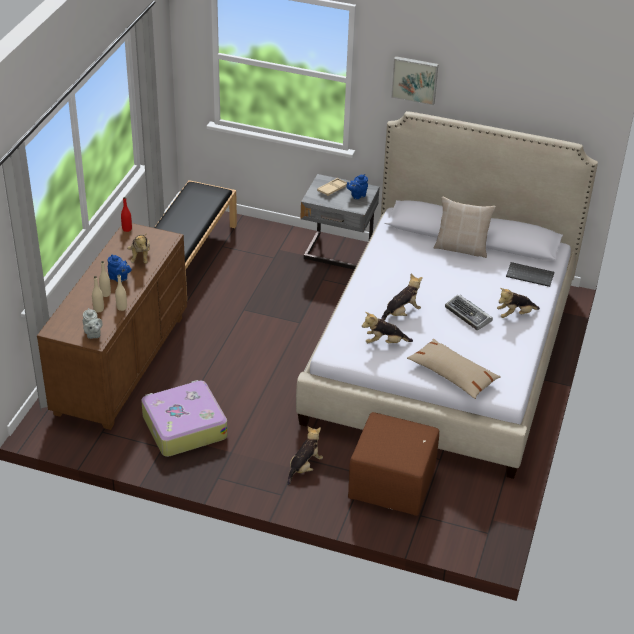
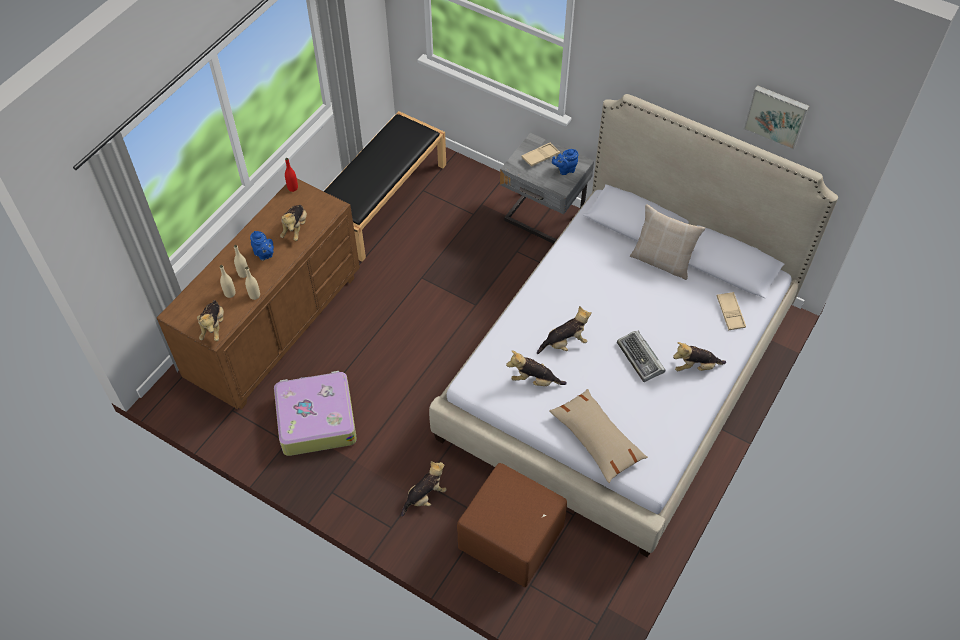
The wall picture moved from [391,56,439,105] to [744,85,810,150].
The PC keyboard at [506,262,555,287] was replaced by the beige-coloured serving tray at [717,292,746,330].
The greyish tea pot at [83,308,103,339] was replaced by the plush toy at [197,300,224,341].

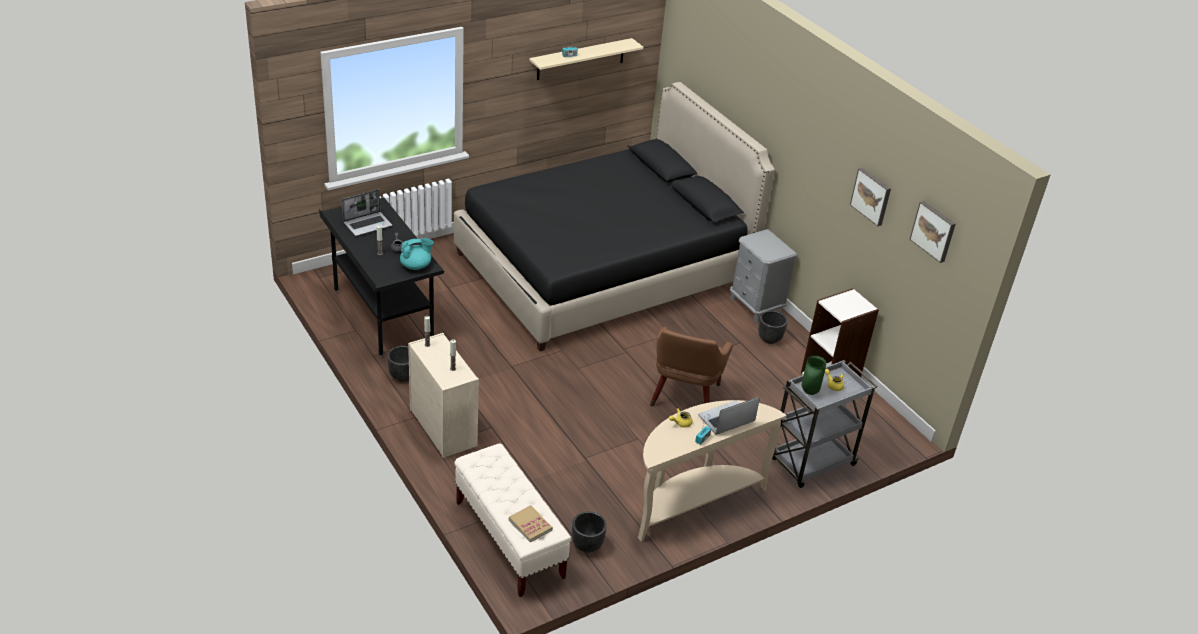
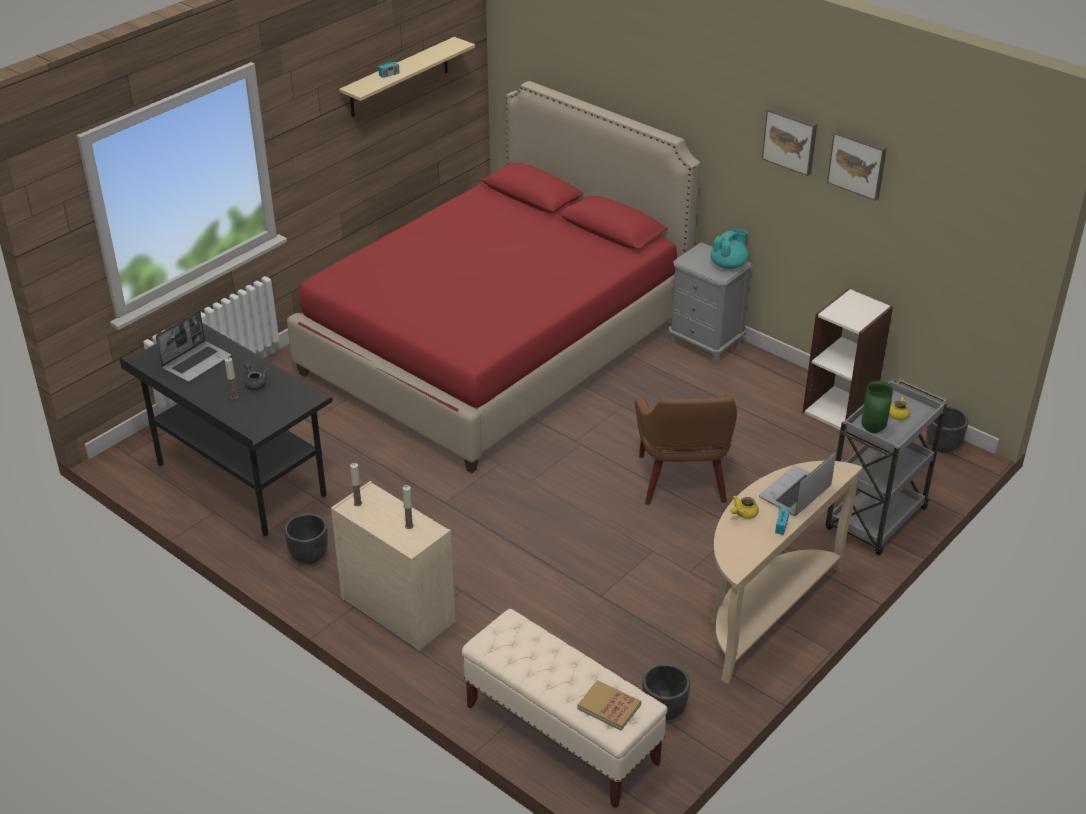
The blackish bed at [454,82,775,351] became the red bed at [287,81,701,473].
The wall picture moved from [909,201,956,263] to [762,108,817,176].
The turquoise-coloured tea pot moved from [400,238,434,270] to [710,229,749,269].
The blackish flower pot moved from [758,310,788,344] to [927,407,968,453].

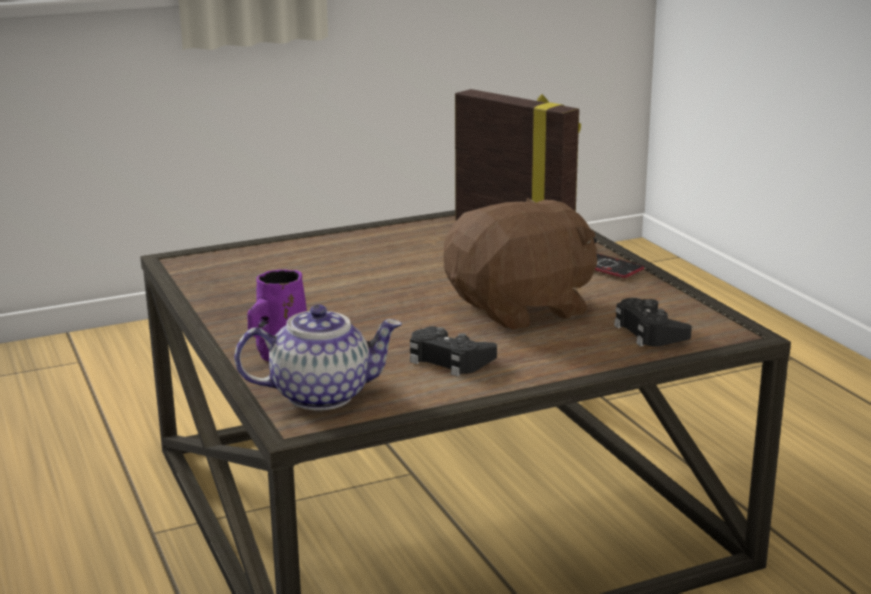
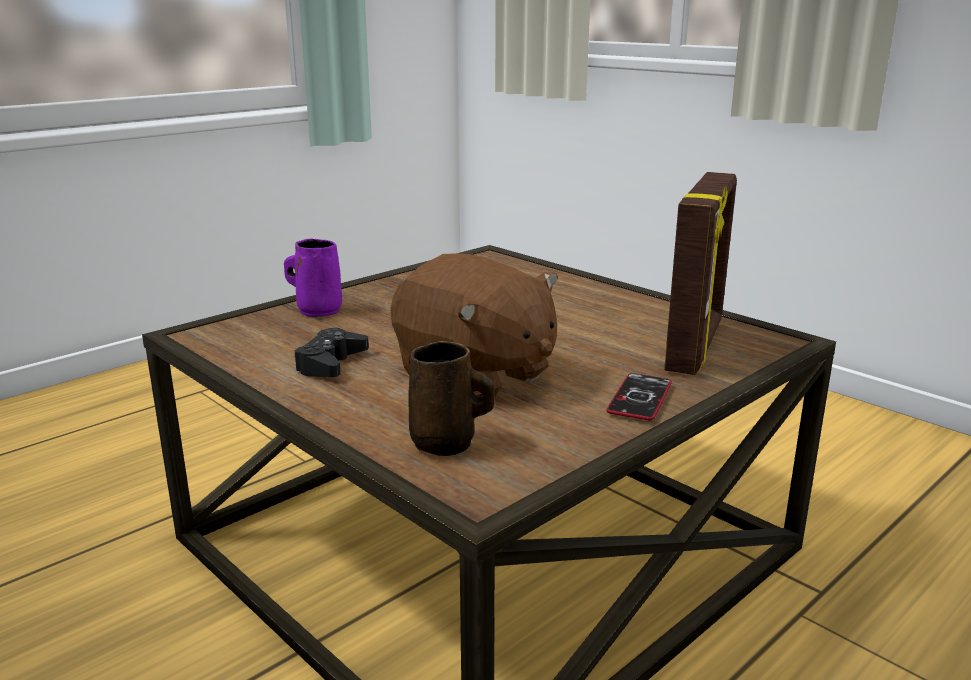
The blackish game controller at [614,298,692,347] was replaced by the brown-coloured coffee mug at [408,341,495,456].
The tea pot at [234,304,402,411] disappeared.

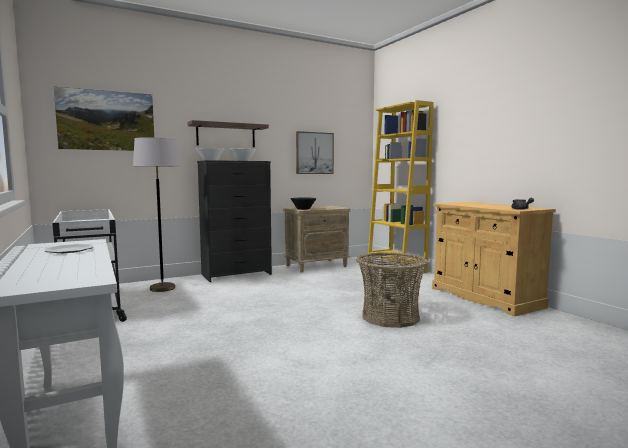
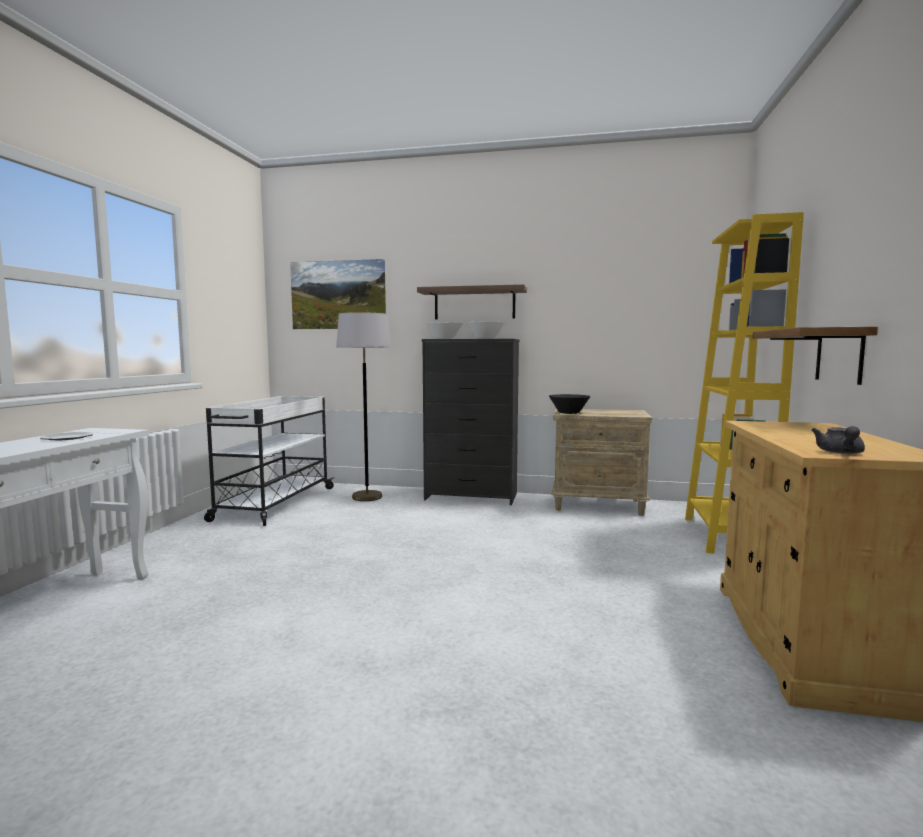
The wall picture at [296,131,334,174] disappeared.
The household basket at [356,252,428,328] disappeared.
The bracket shelf at [753,327,878,385] appeared.

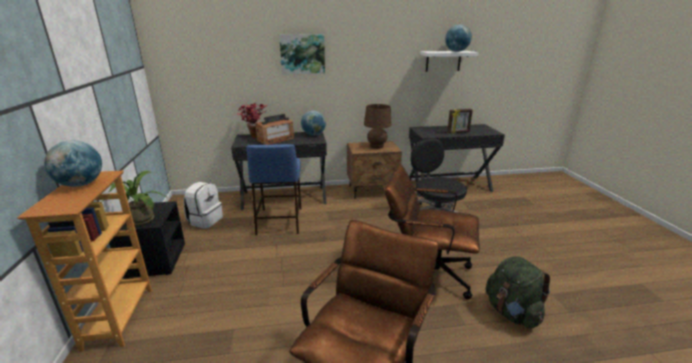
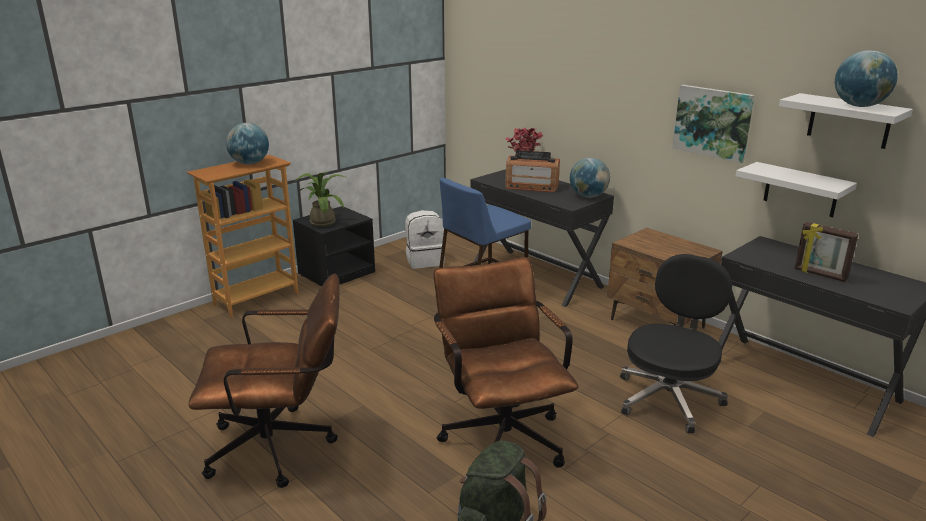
The wall picture moved from [279,34,325,74] to [673,85,754,163].
The brown-coloured tabletop lamp at [364,104,392,149] disappeared.
The whitish bracket shelf at [736,162,857,217] appeared.

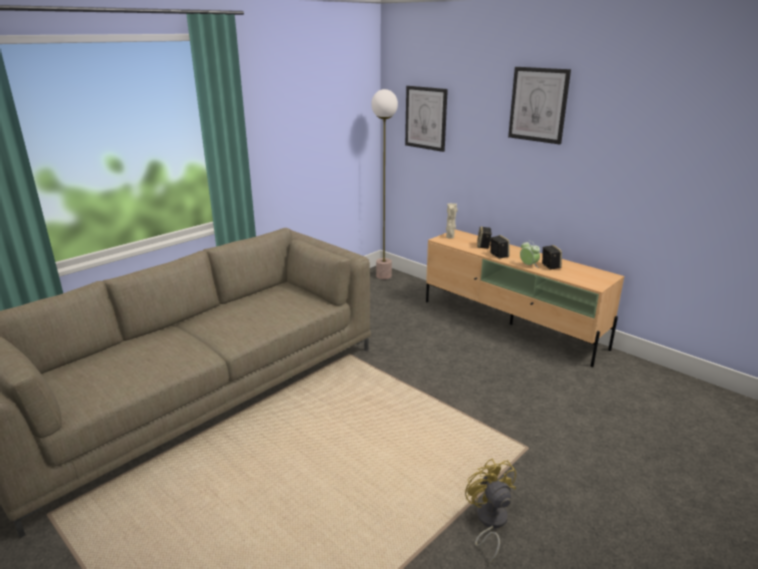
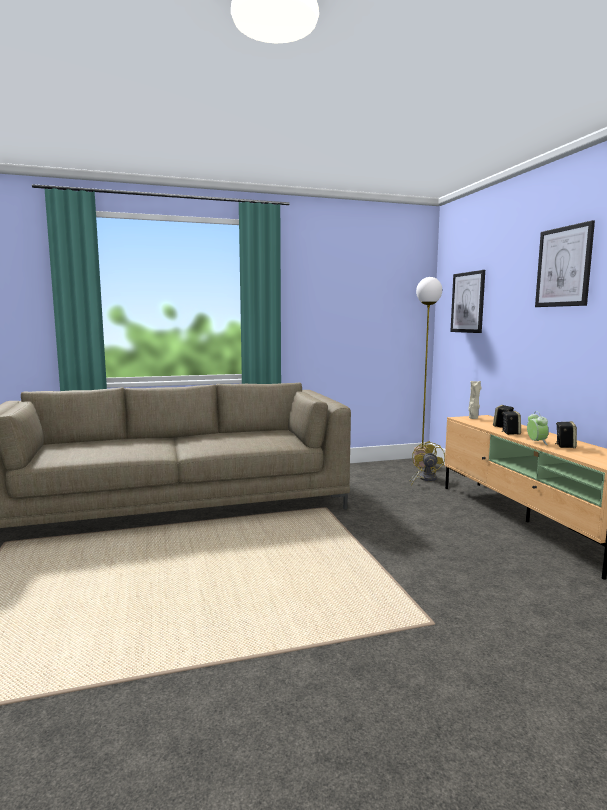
The yellowish cooling fan moved from [465,458,516,564] to [410,441,445,486].

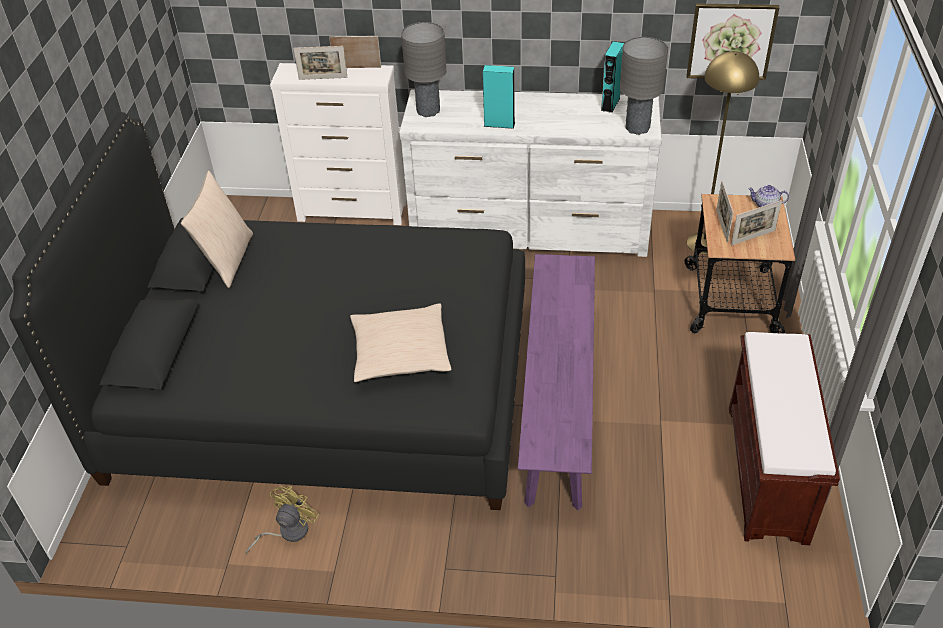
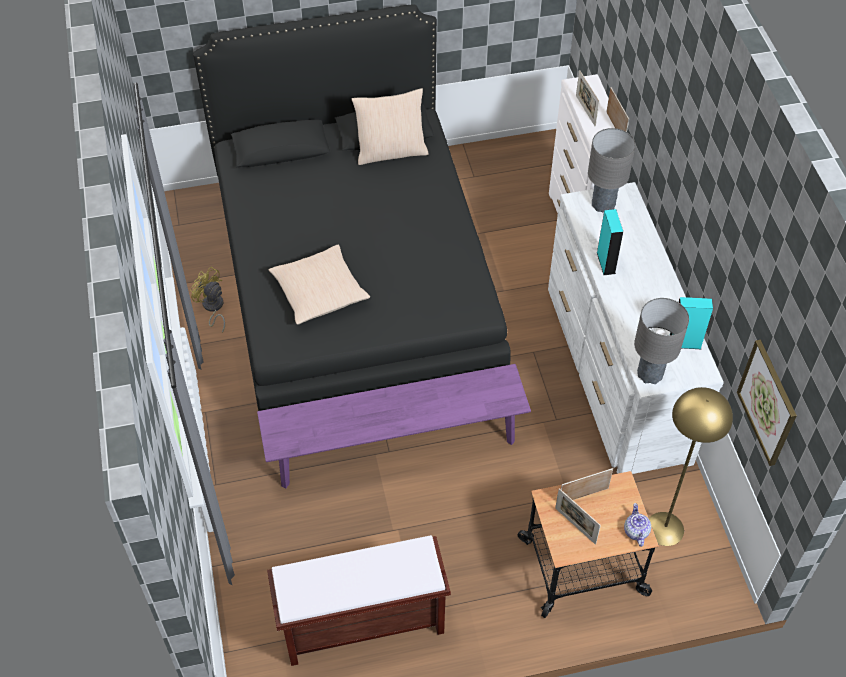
The yellowish cooling fan at [245,486,319,554] turned 150 degrees counterclockwise.

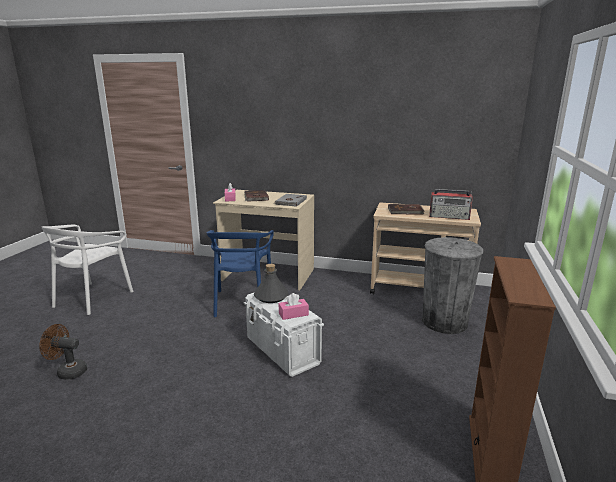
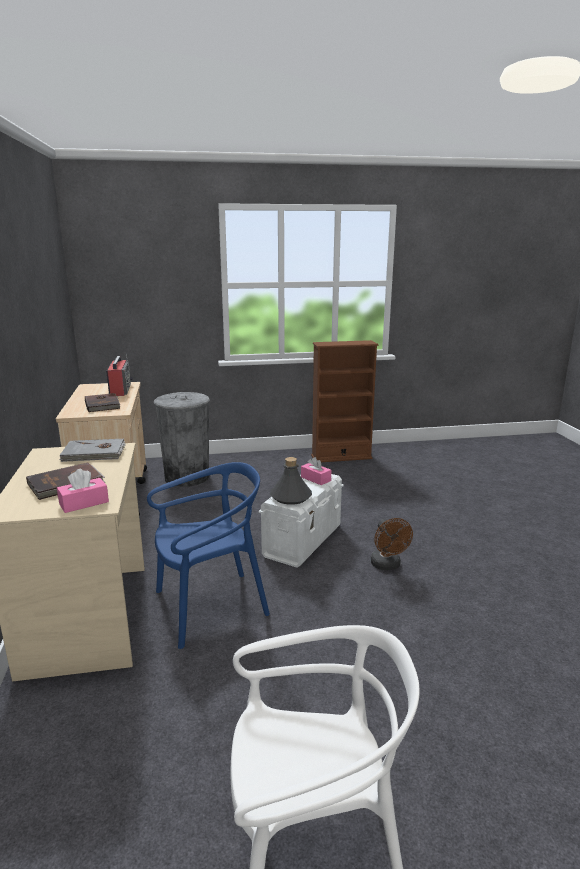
The brown-coloured cooling fan moved from [39,324,87,380] to [371,518,413,571].

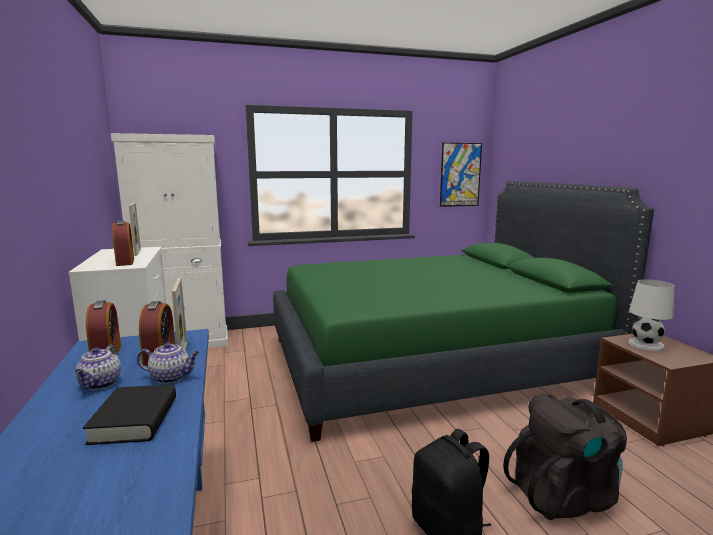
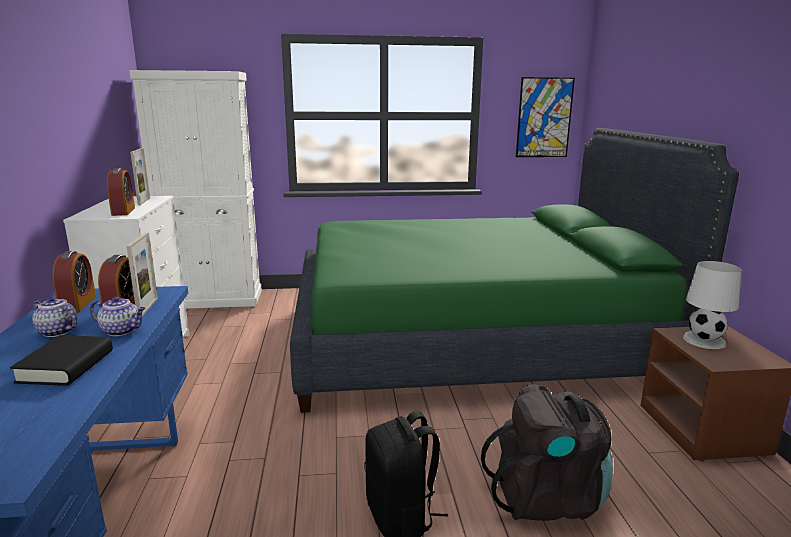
The tea pot at [75,345,121,390] turned 105 degrees clockwise.

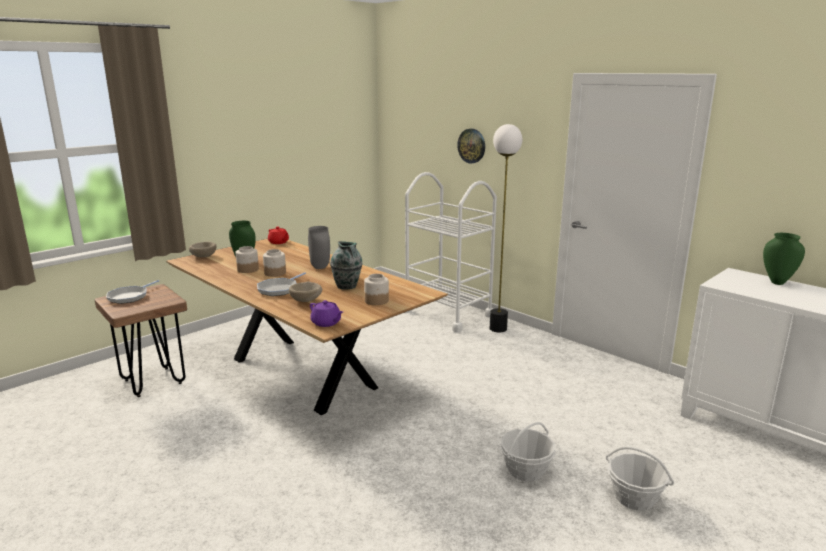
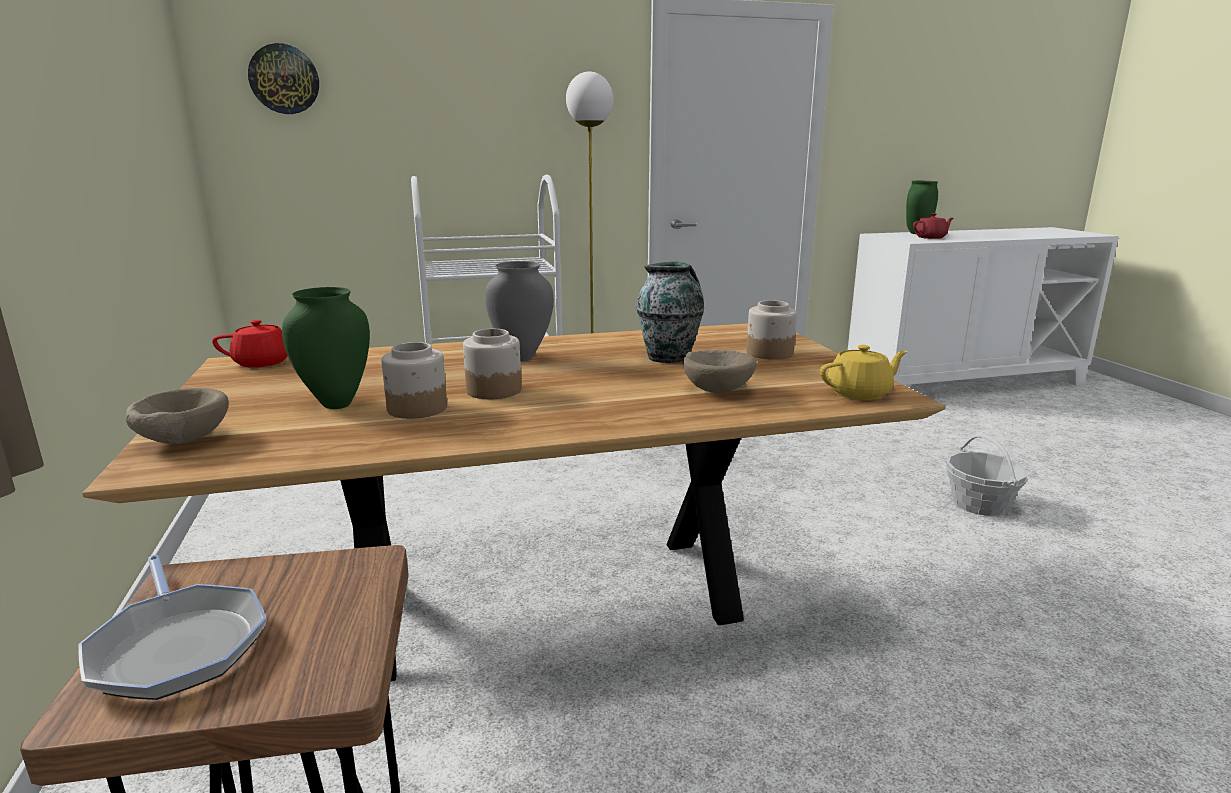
The clock on the wall moved from [457,129,485,163] to [248,43,319,114].
The frying pan at [257,272,306,296] disappeared.
The purple-coloured tea pot at [310,300,343,327] became the yellowish tea pot at [820,345,908,400].
The household basket at [606,446,674,511] disappeared.
The red tea pot at [913,213,953,239] appeared.

